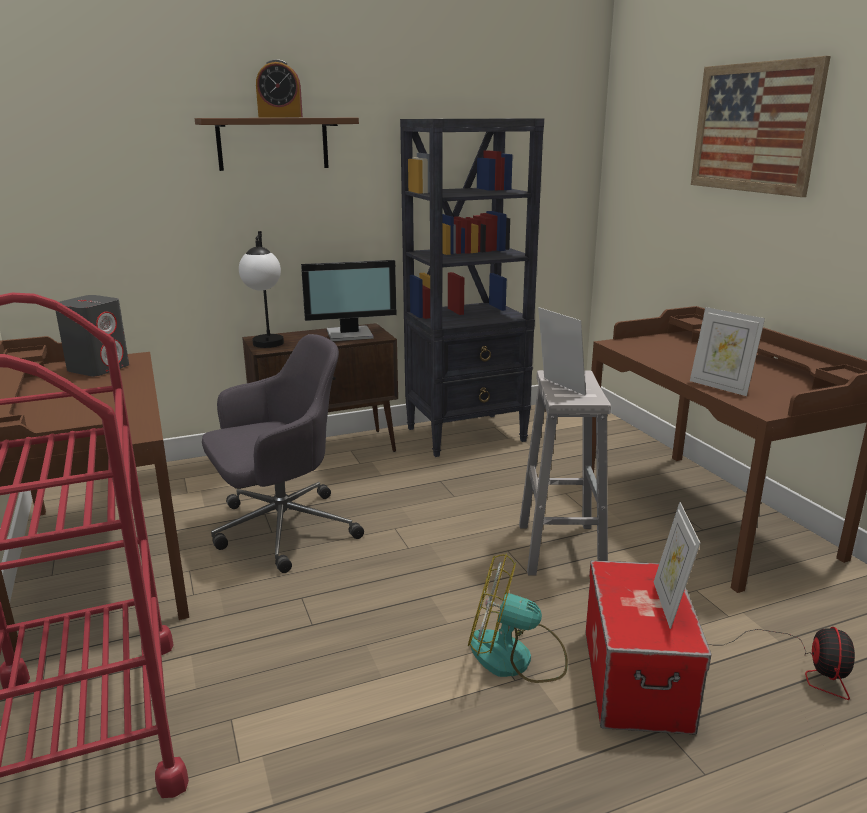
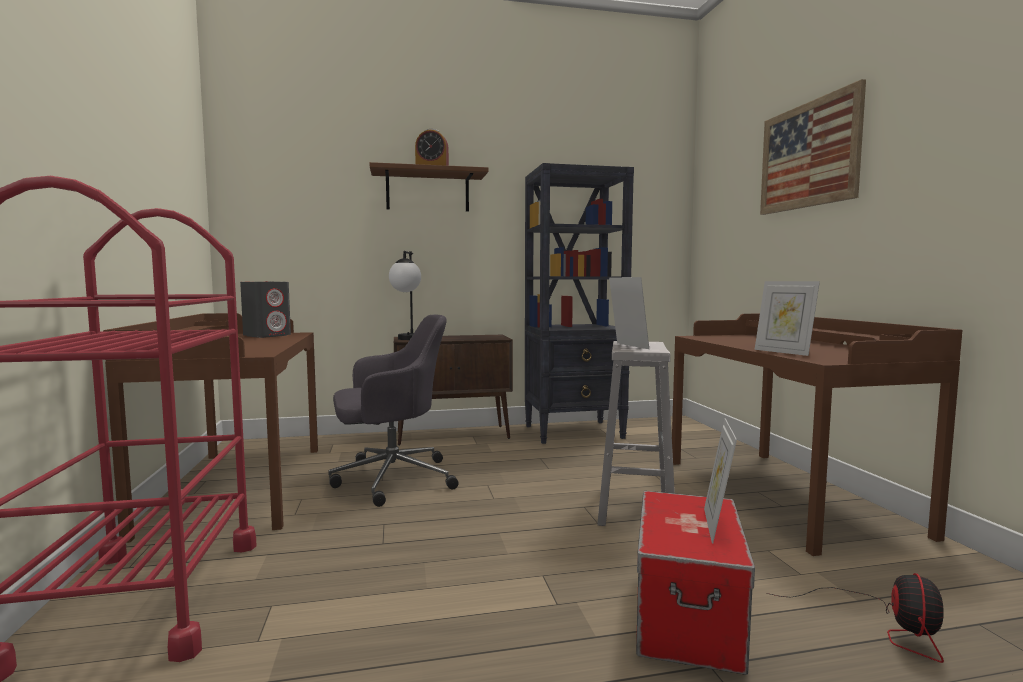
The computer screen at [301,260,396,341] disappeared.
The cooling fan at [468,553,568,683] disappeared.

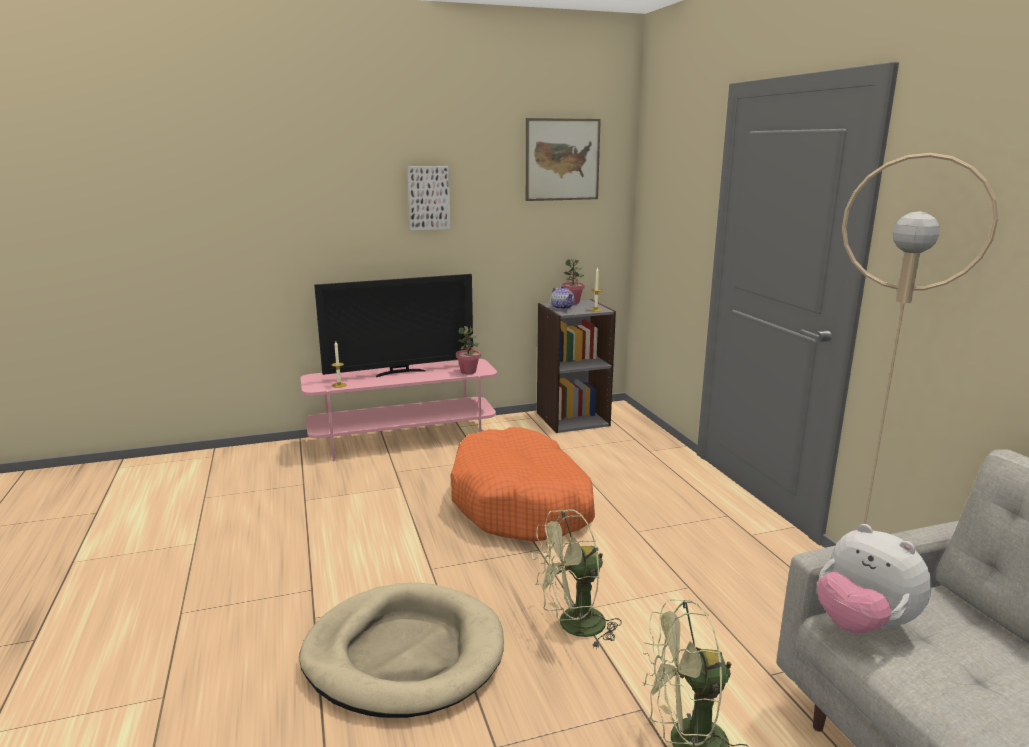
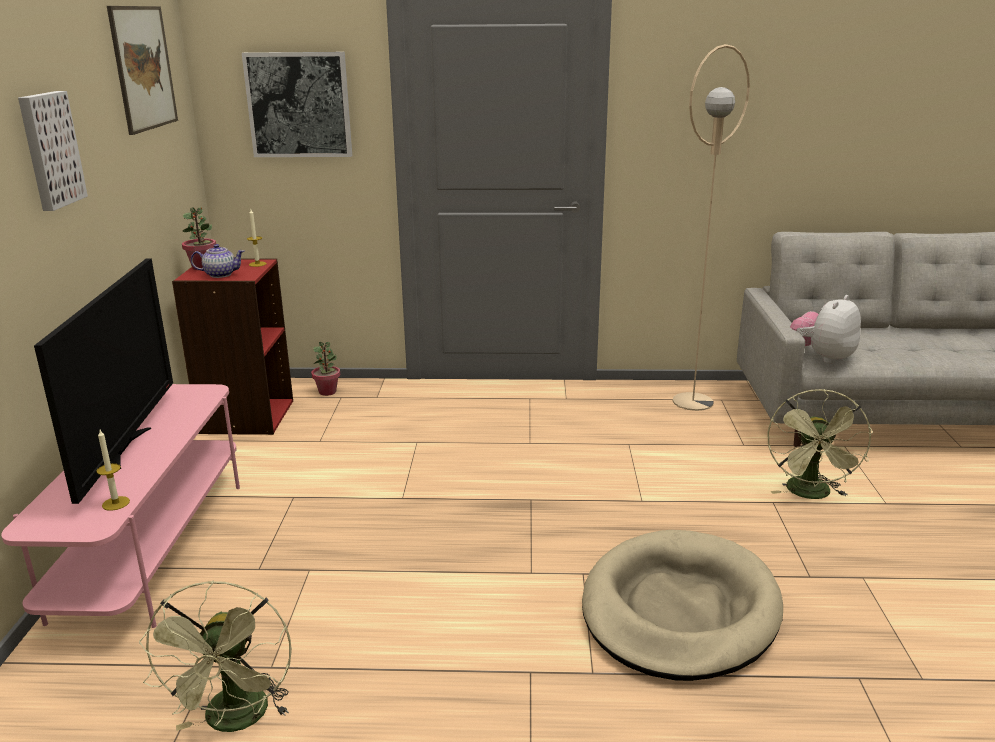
The greyish bookcase at [537,299,616,433] became the red bookcase at [172,259,293,435].
The plant in a pot moved from [456,326,481,374] to [311,342,340,396].
The orange pet bed at [450,427,595,542] disappeared.
The green-coloured cooling fan moved from [532,509,622,649] to [139,580,292,732].
The plush toy at [817,524,931,634] turned 150 degrees clockwise.
The wall picture at [242,52,352,157] appeared.

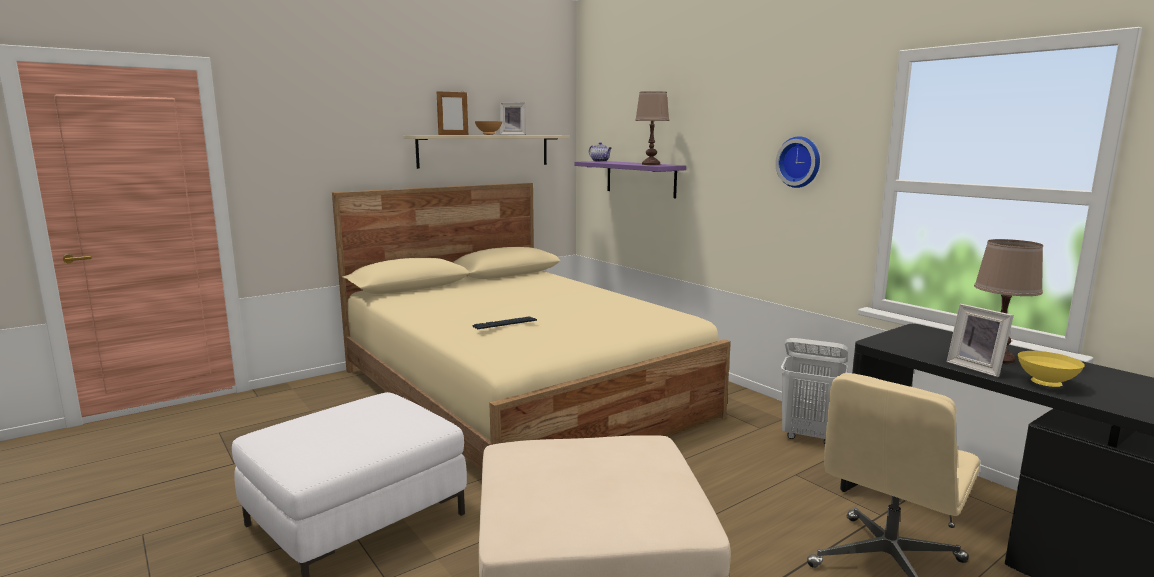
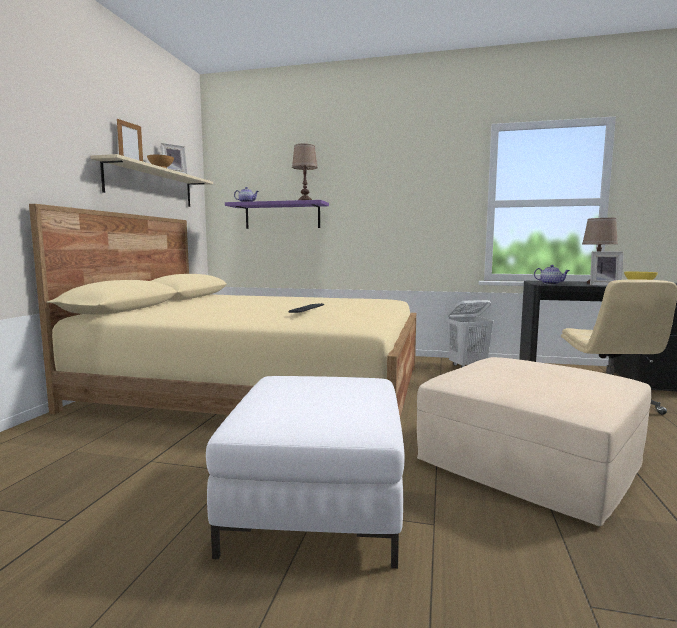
The clock on the wall at [775,136,820,188] disappeared.
The tea pot at [534,265,570,285] appeared.

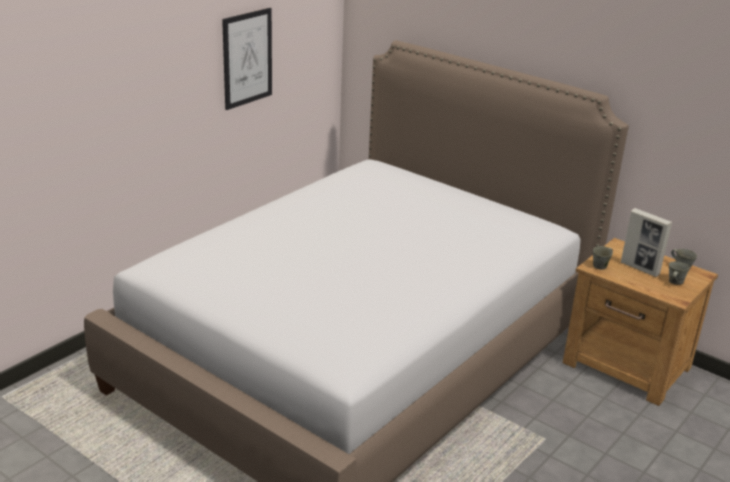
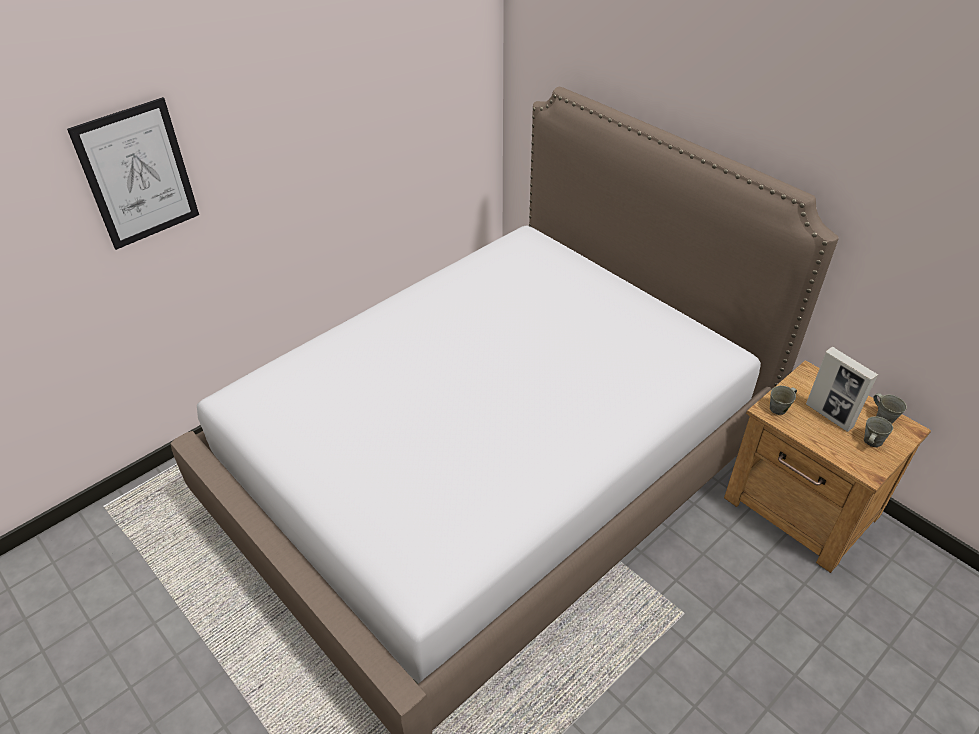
The wall picture moved from [222,8,272,110] to [67,97,199,250].

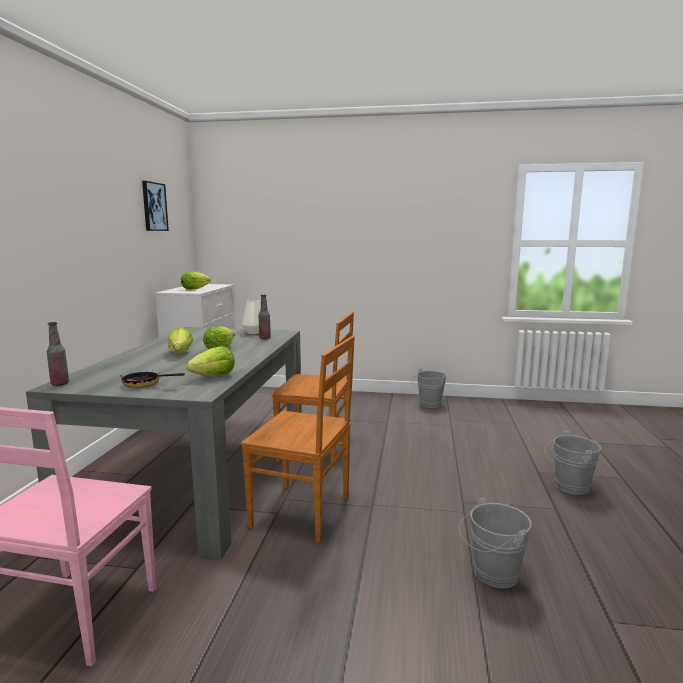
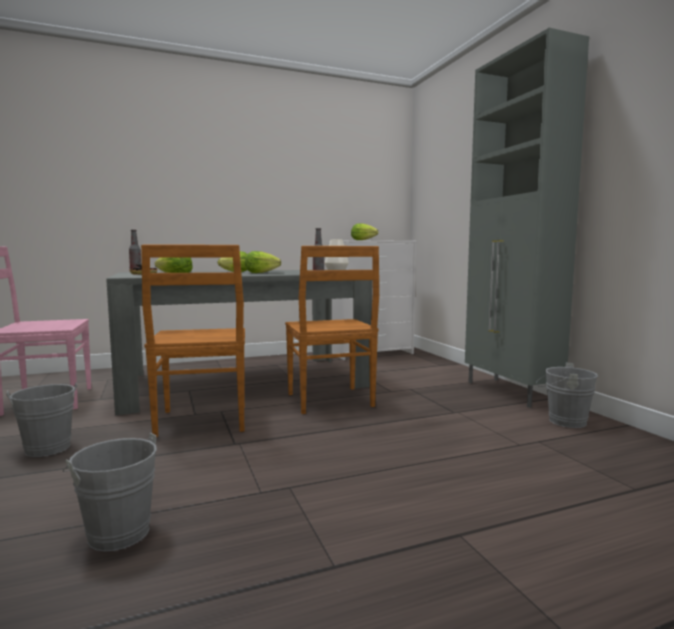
The wall picture at [142,181,169,231] disappeared.
The greyish pail moved from [544,431,601,495] to [7,382,77,457].
The greyish cabinet at [465,28,589,408] appeared.

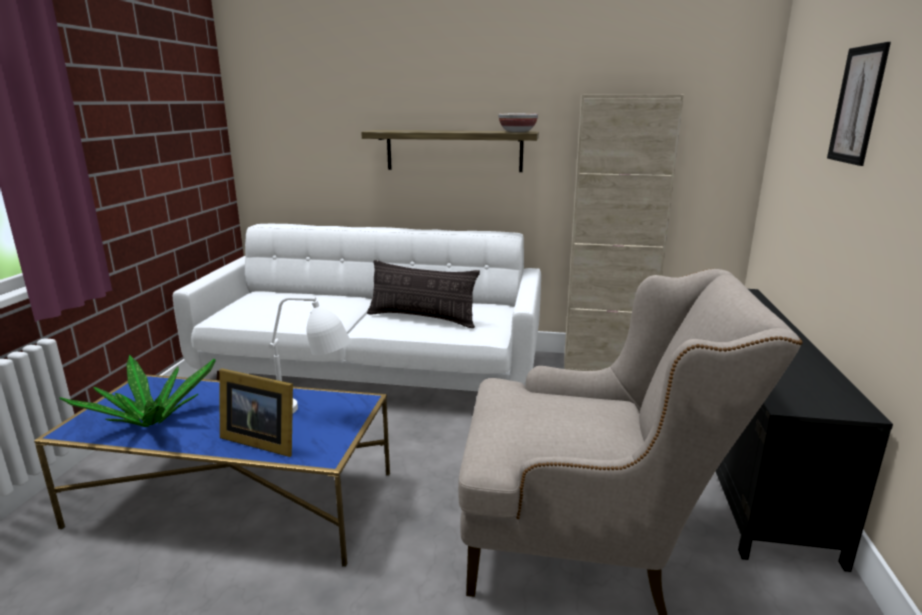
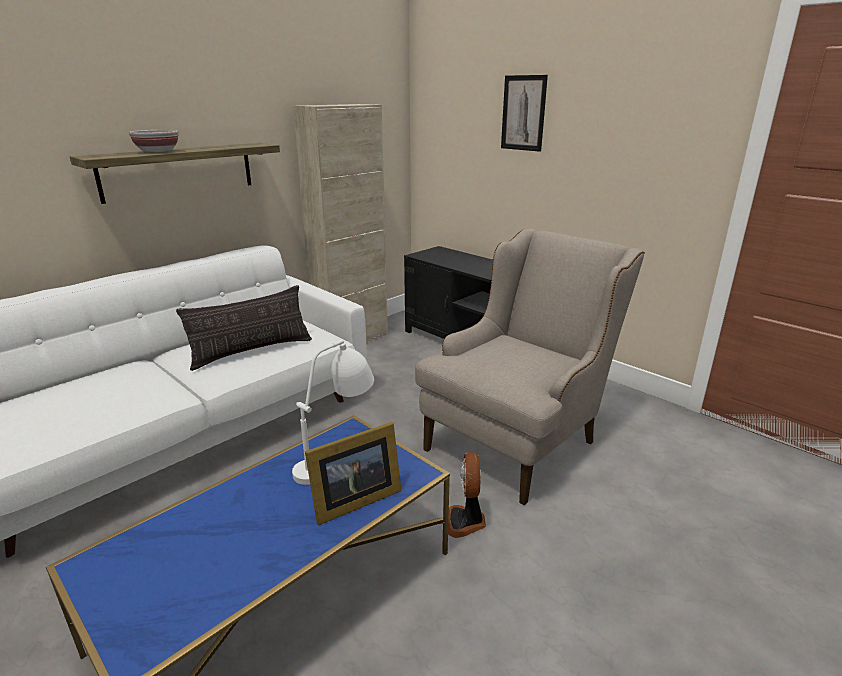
The deep dish moved from [498,113,538,132] to [129,130,178,152].
The plant in a pot at [59,355,216,427] disappeared.
The cooling fan at [448,452,486,538] appeared.

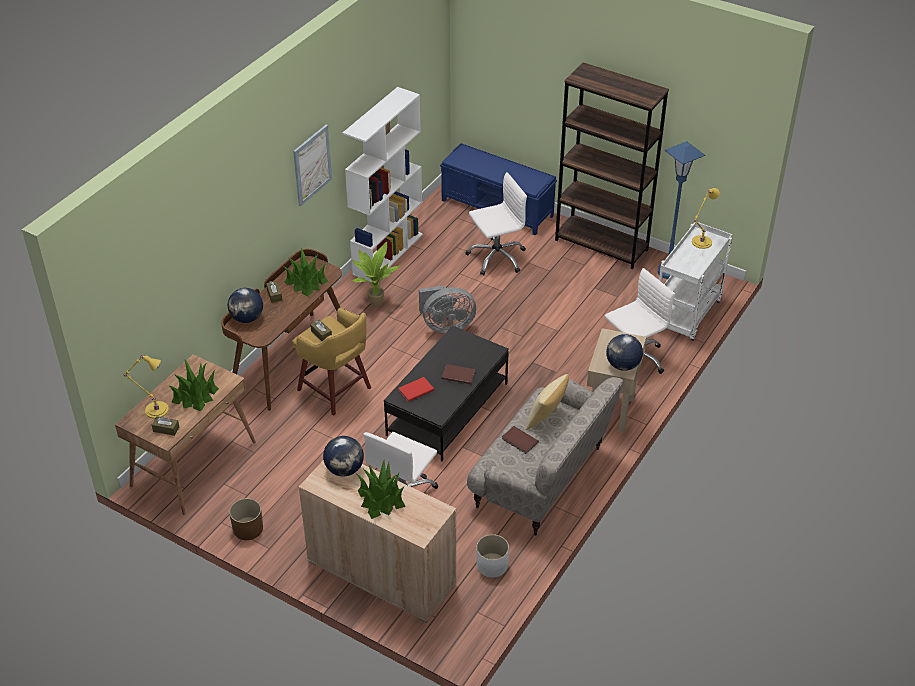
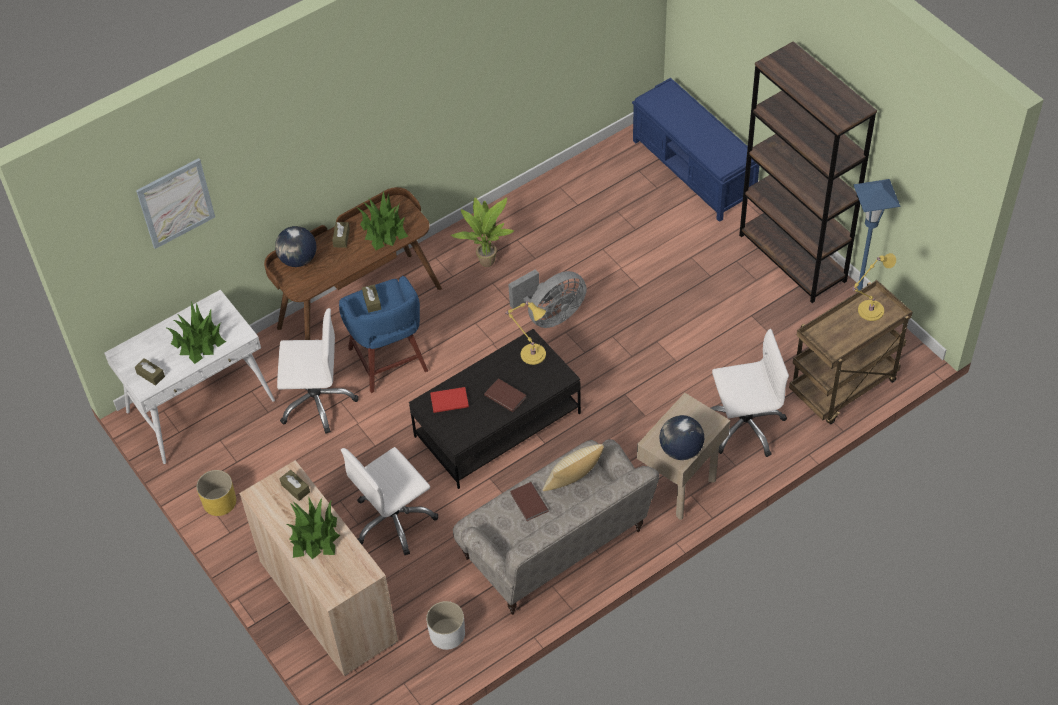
The whitish bookcase at [342,87,423,282] disappeared.
The wall picture moved from [293,124,332,206] to [136,158,215,249].
The whitish office chair moved from [465,172,527,275] to [277,308,359,434].
The whitish trolley at [659,222,733,341] became the brown-coloured trolley at [789,280,913,424].
The greyish cooling fan at [419,285,476,333] turned 45 degrees counterclockwise.
The yellowish sitting stool at [292,308,371,416] became the blue sitting stool at [339,276,428,393].
The brown-coloured desk unit at [115,354,256,515] became the whitish desk unit at [104,290,275,464].
The yellowish tabletop lamp moved from [123,355,169,419] to [506,301,546,365].
The desk globe at [323,436,364,477] was replaced by the brown-coloured tissue box at [280,470,310,501].
The brown-coloured flower pot at [229,498,263,540] became the yellowish flower pot at [196,470,236,516].

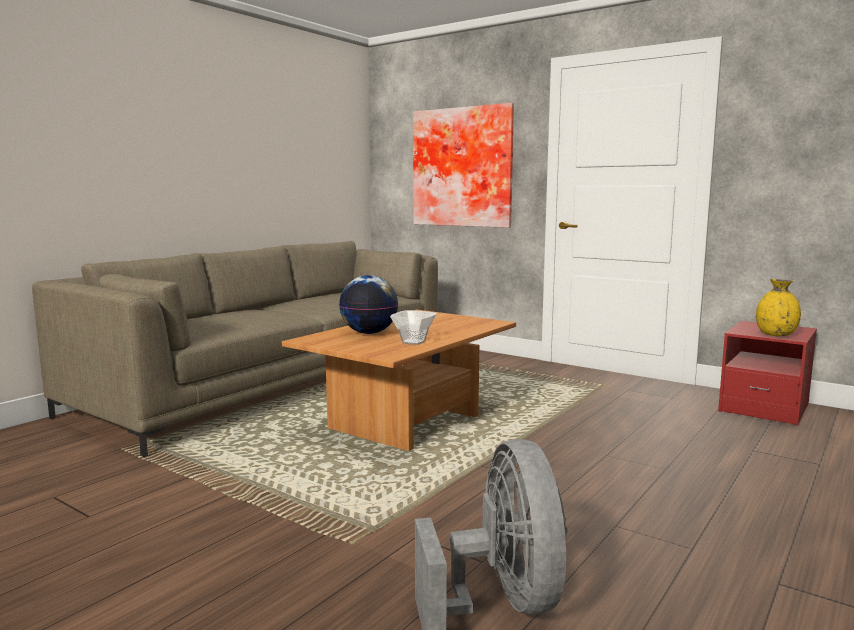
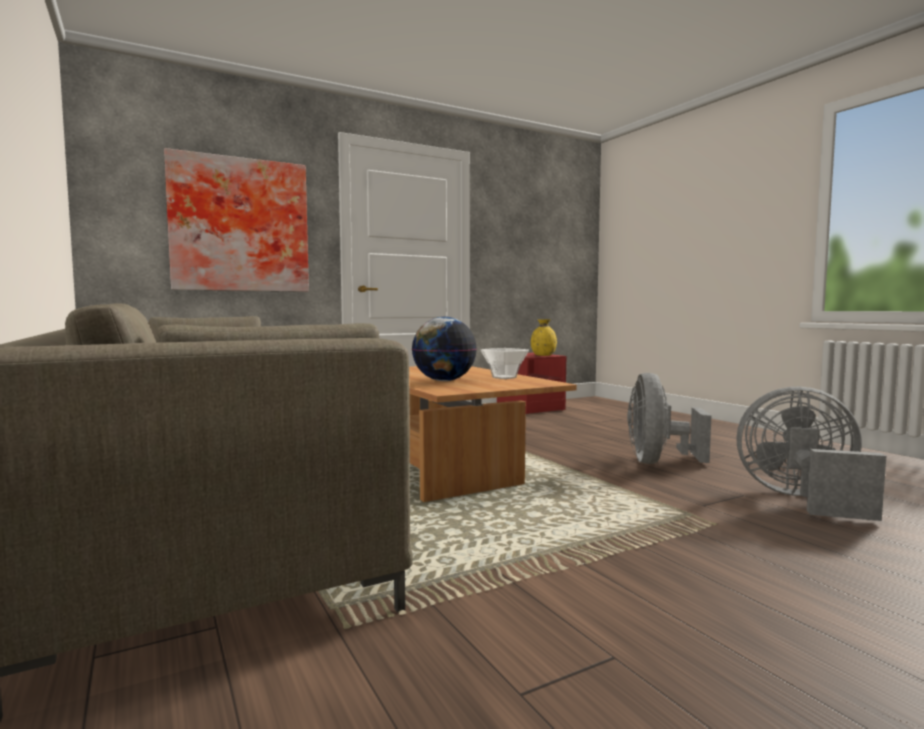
The greyish cooling fan at [627,373,712,464] appeared.

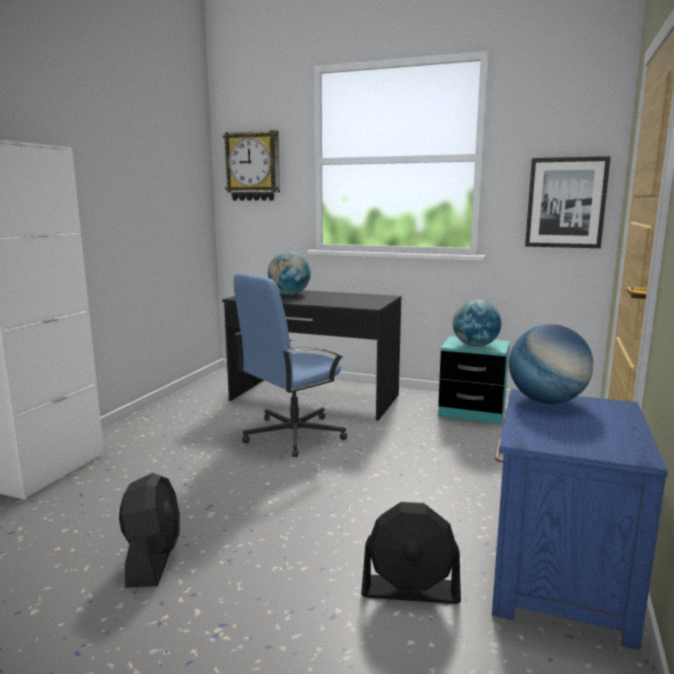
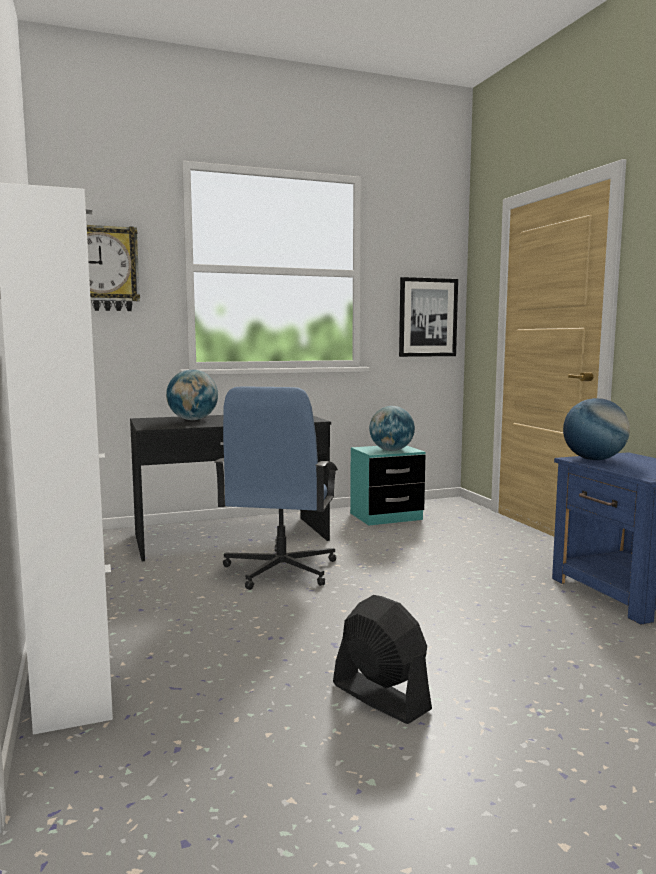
The blackish cooling fan at [361,502,461,604] disappeared.

